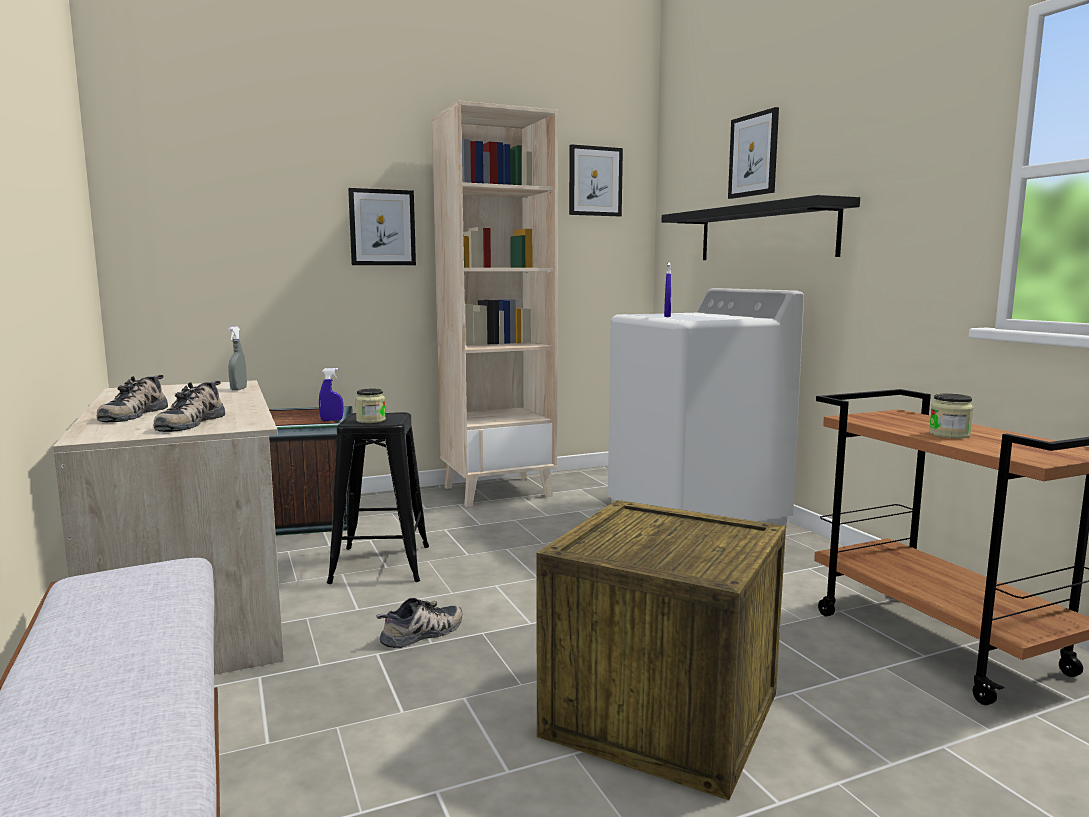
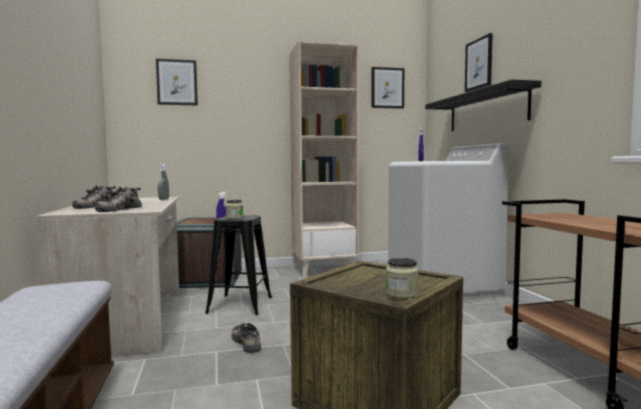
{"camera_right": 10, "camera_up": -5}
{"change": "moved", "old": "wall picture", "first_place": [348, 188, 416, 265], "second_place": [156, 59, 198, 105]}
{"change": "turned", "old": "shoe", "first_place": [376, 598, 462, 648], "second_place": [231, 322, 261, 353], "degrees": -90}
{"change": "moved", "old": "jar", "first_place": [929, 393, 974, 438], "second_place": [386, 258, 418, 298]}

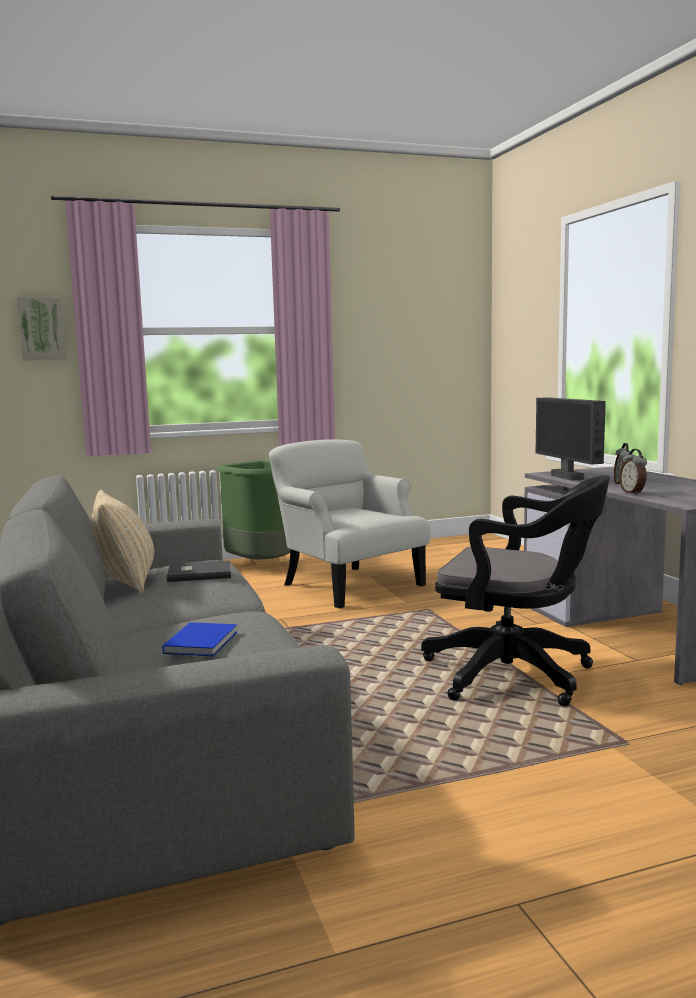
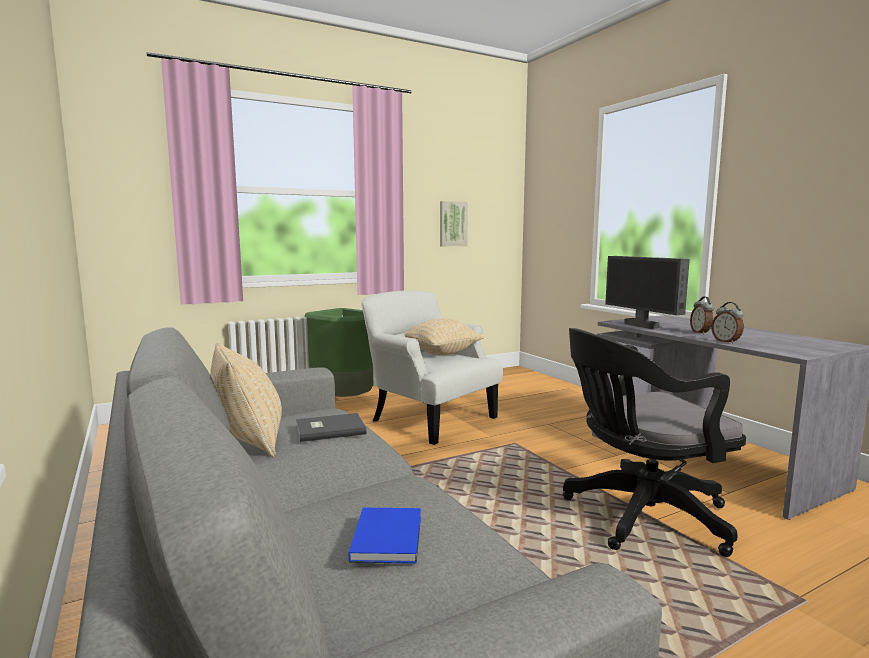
{"camera_right": -10, "camera_up": 0}
{"change": "moved", "old": "wall picture", "first_place": [16, 297, 66, 360], "second_place": [440, 201, 468, 246]}
{"change": "turned", "old": "blackish desk chair", "first_place": [421, 475, 610, 706], "second_place": [563, 328, 746, 557], "degrees": 150}
{"change": "added", "new": "beige pillow", "second_place": [404, 318, 484, 355]}

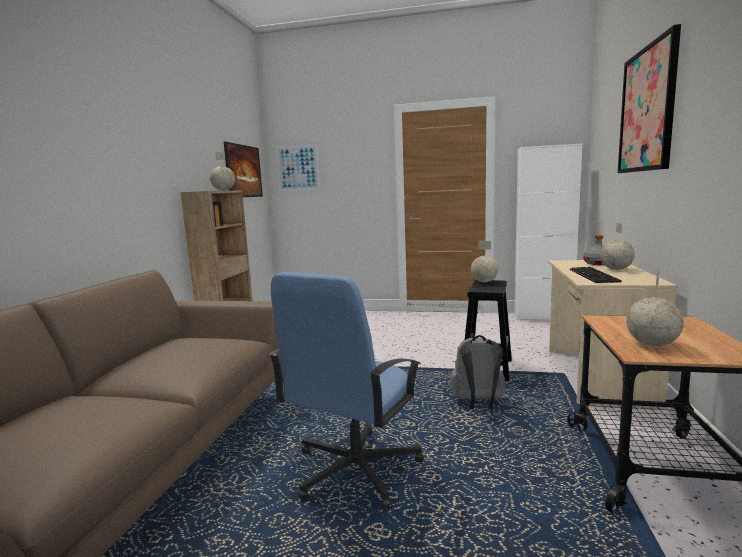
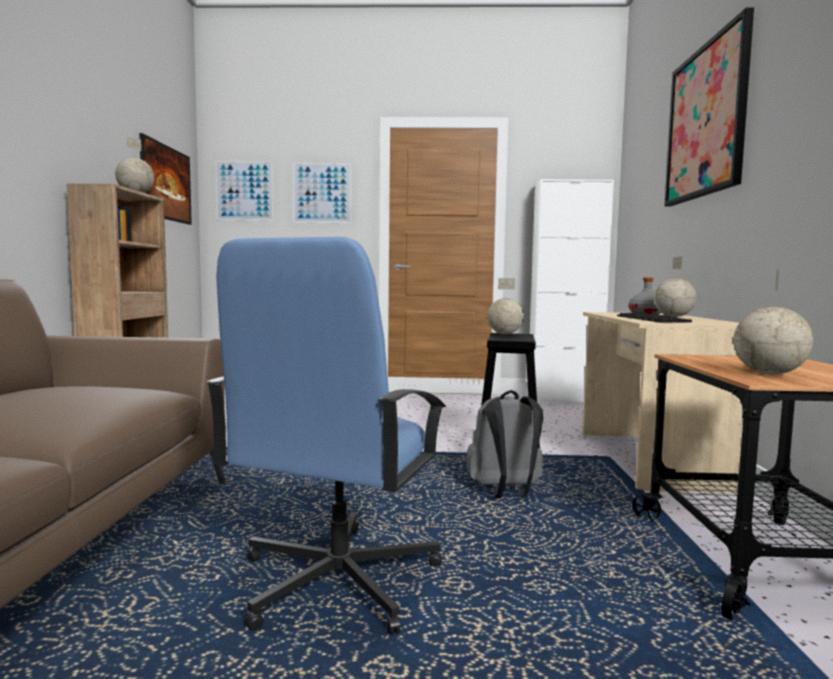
{"camera_right": -10, "camera_up": -5}
{"change": "added", "new": "wall picture", "second_place": [293, 163, 352, 223]}

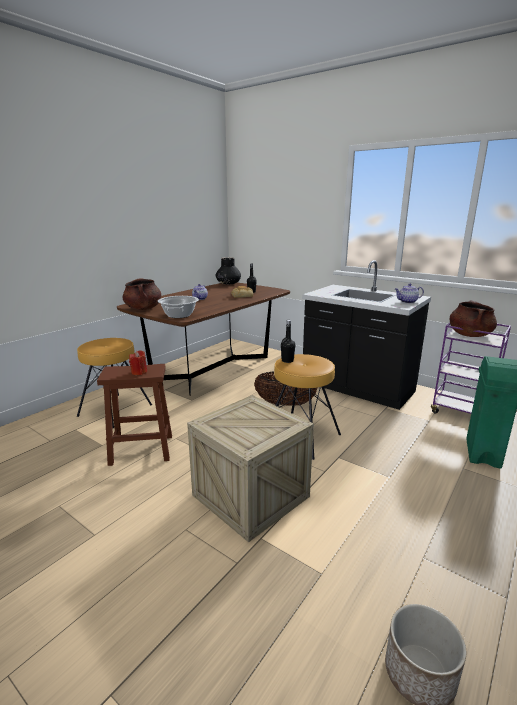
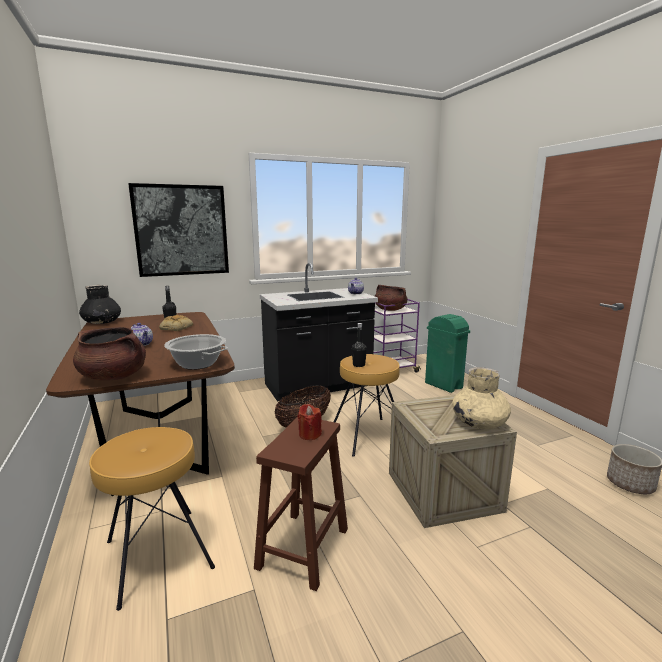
{"camera_right": -60, "camera_up": -5}
{"change": "added", "new": "wall picture", "second_place": [128, 183, 229, 277]}
{"change": "added", "new": "beige decorative vase", "second_place": [452, 367, 511, 429]}

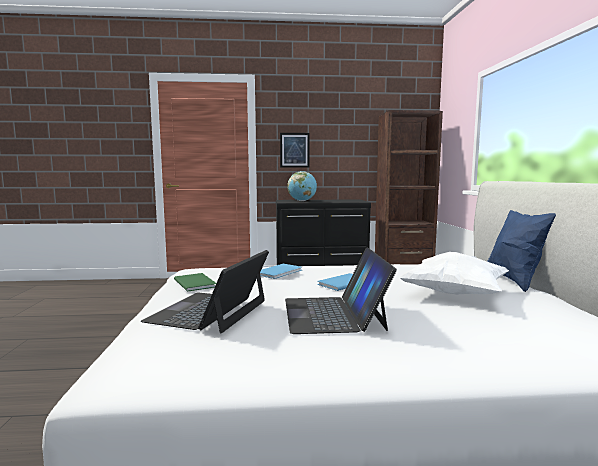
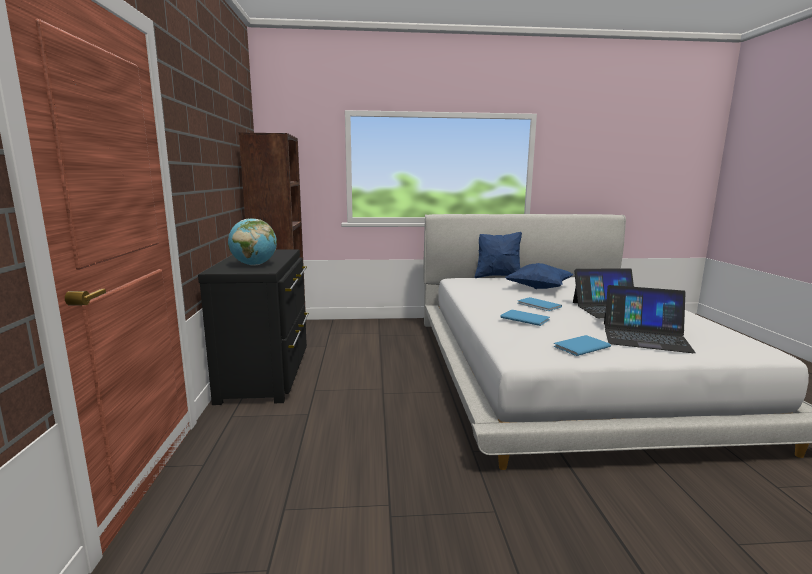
{"camera_right": -90, "camera_up": 5}
{"change": "recoloured", "old": "green-coloured book", "new": "bluish book", "first_place": [174, 273, 216, 292], "second_place": [553, 335, 611, 356]}
{"change": "removed", "old": "wall picture", "first_place": [280, 133, 310, 168]}
{"change": "recoloured", "old": "white-coloured pillow", "new": "bluish pillow", "first_place": [399, 252, 509, 295], "second_place": [505, 263, 574, 289]}

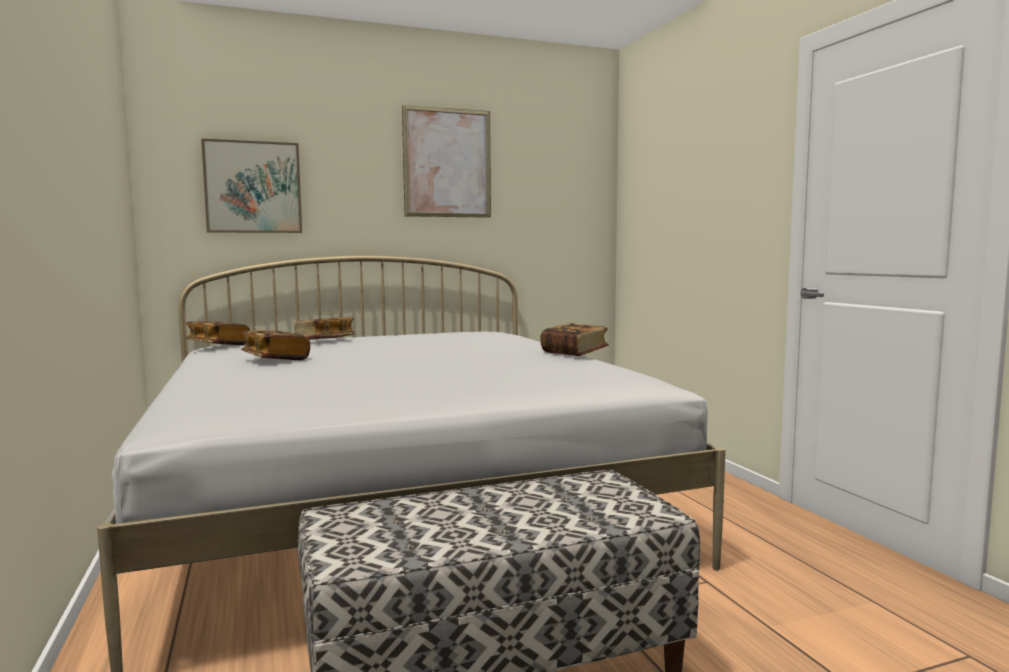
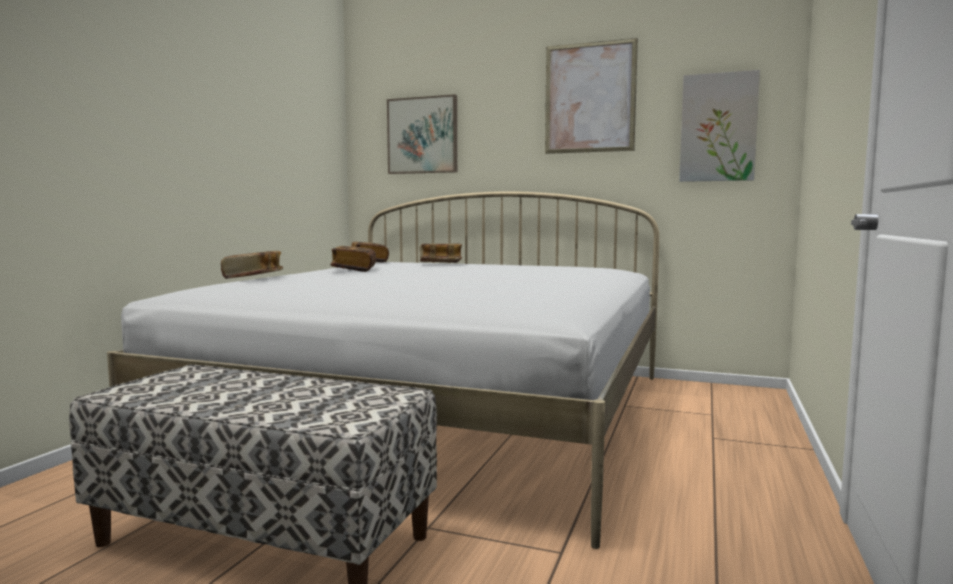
{"camera_right": 40, "camera_up": 0}
{"change": "moved", "old": "book", "first_place": [540, 323, 609, 356], "second_place": [221, 251, 283, 279]}
{"change": "added", "new": "wall picture", "second_place": [679, 70, 760, 182]}

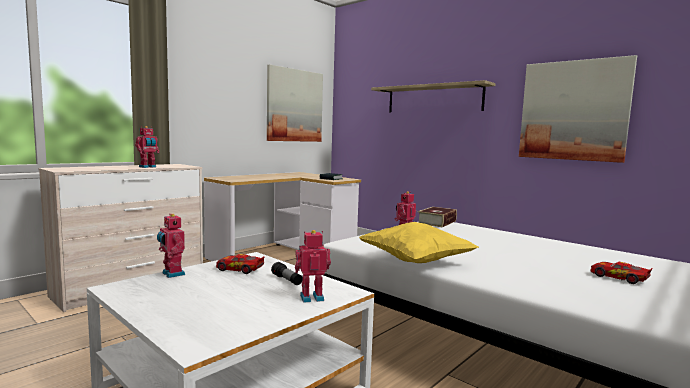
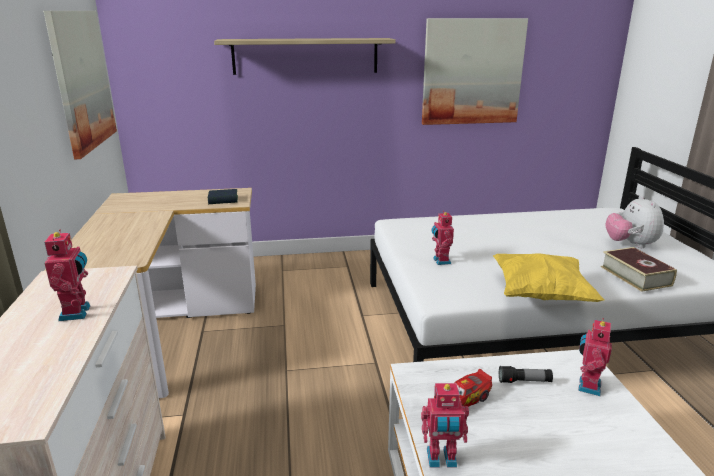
{"camera_right": -50, "camera_up": 15}
{"change": "moved", "old": "book", "first_place": [418, 207, 457, 227], "second_place": [601, 247, 677, 292]}
{"change": "replaced", "old": "model car", "new": "soft toy", "first_place": [591, 262, 652, 284], "second_place": [605, 195, 664, 248]}

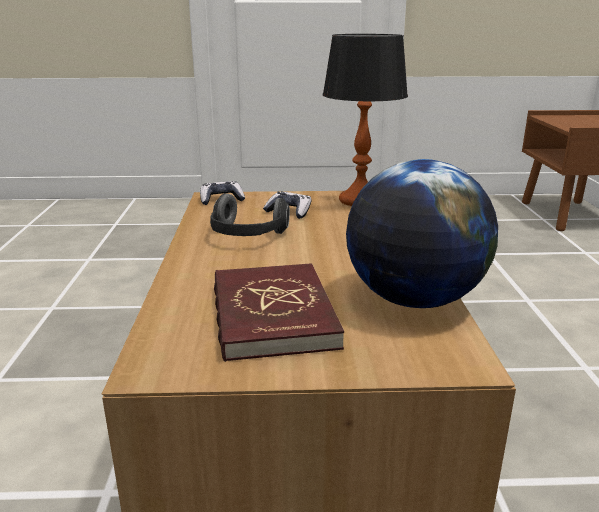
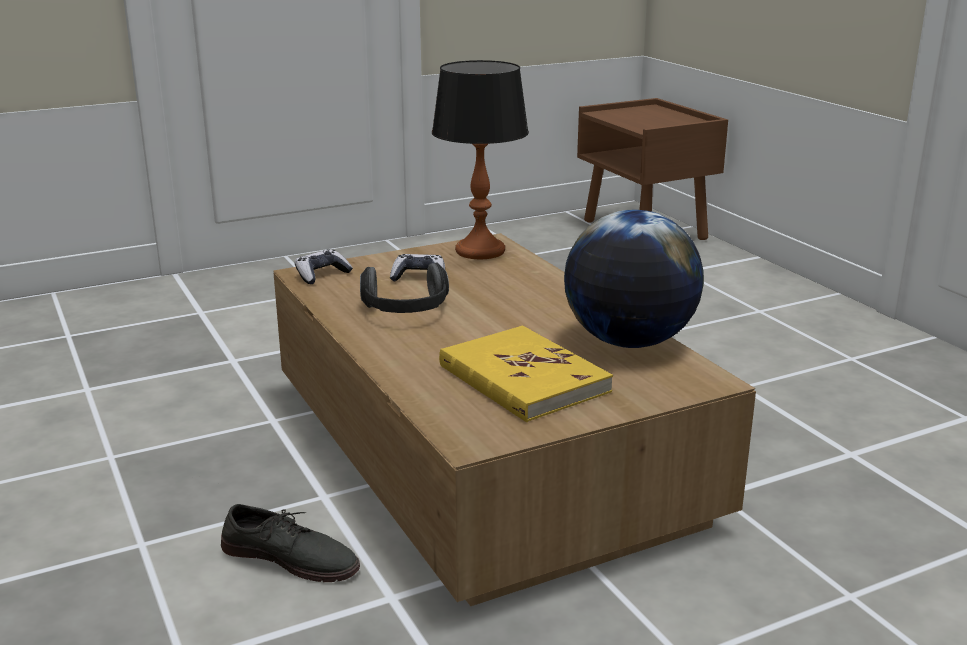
{"camera_right": -25, "camera_up": 0}
{"change": "recoloured", "old": "reddish book", "new": "yellow book", "first_place": [214, 263, 344, 362], "second_place": [439, 326, 613, 422]}
{"change": "added", "new": "grey shoe", "second_place": [221, 504, 360, 582]}

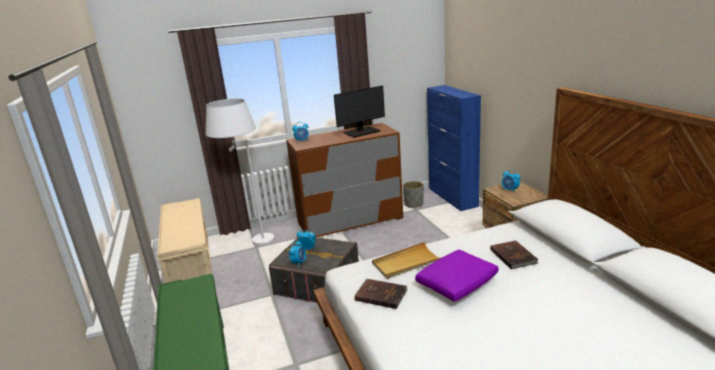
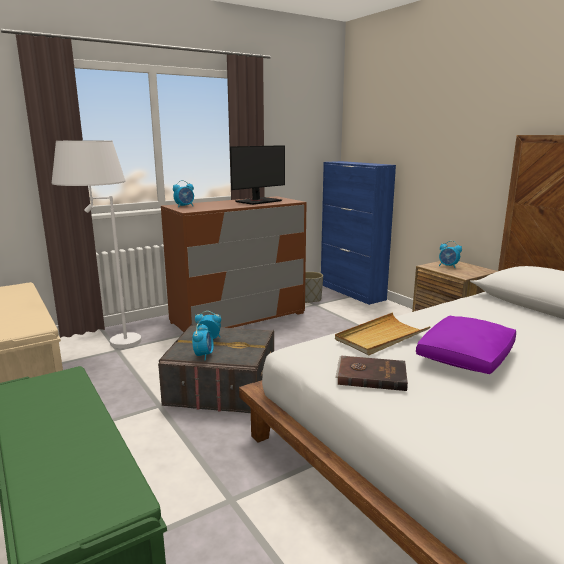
{"camera_right": -15, "camera_up": -5}
{"change": "removed", "old": "brown book", "first_place": [490, 240, 538, 269]}

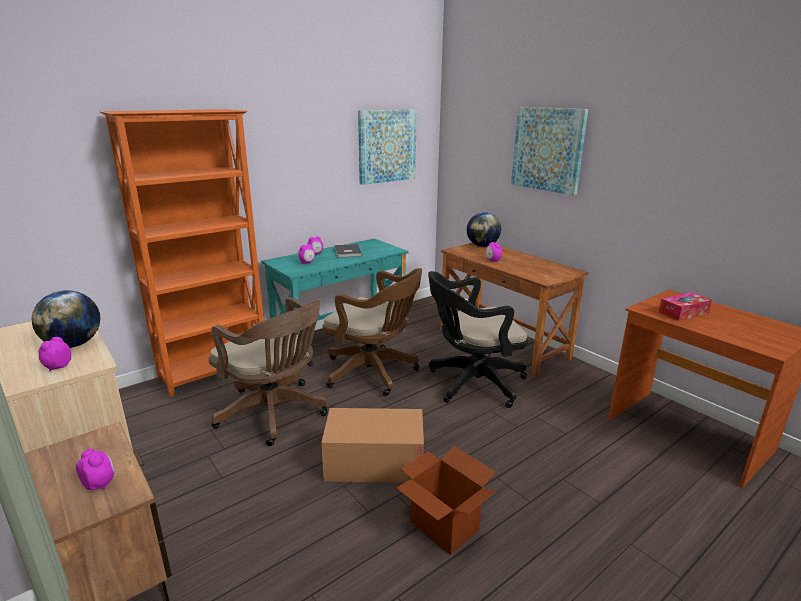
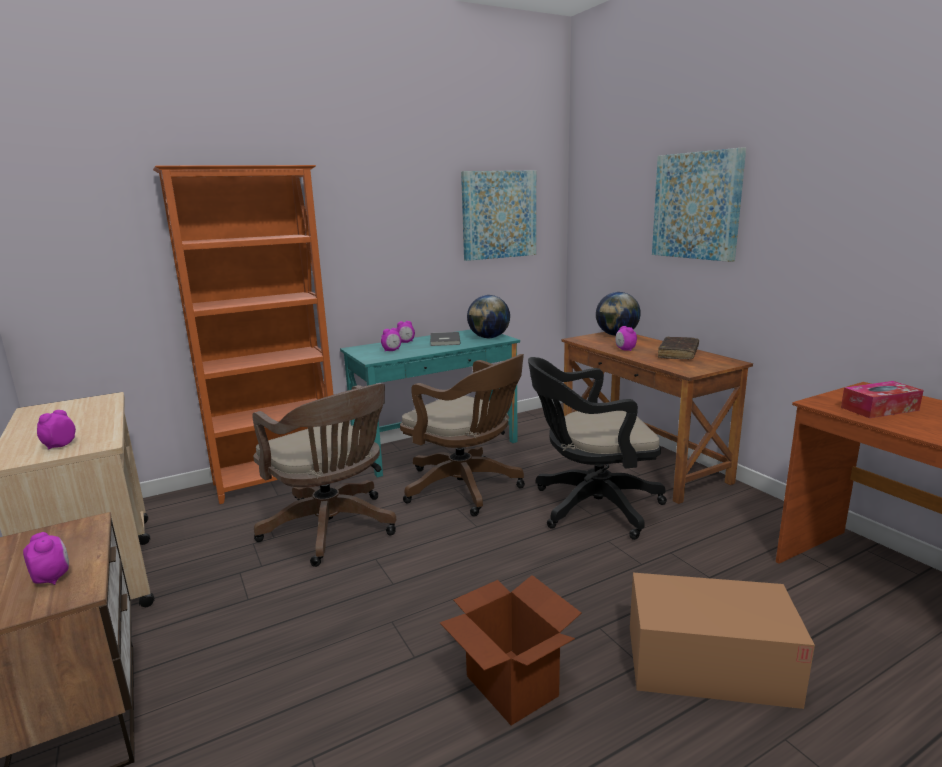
{"camera_right": 10, "camera_up": -5}
{"change": "moved", "old": "world globe", "first_place": [32, 290, 100, 348], "second_place": [467, 295, 510, 338]}
{"change": "moved", "old": "carton", "first_place": [321, 408, 424, 483], "second_place": [630, 573, 815, 709]}
{"change": "added", "new": "brown book", "second_place": [658, 337, 699, 360]}

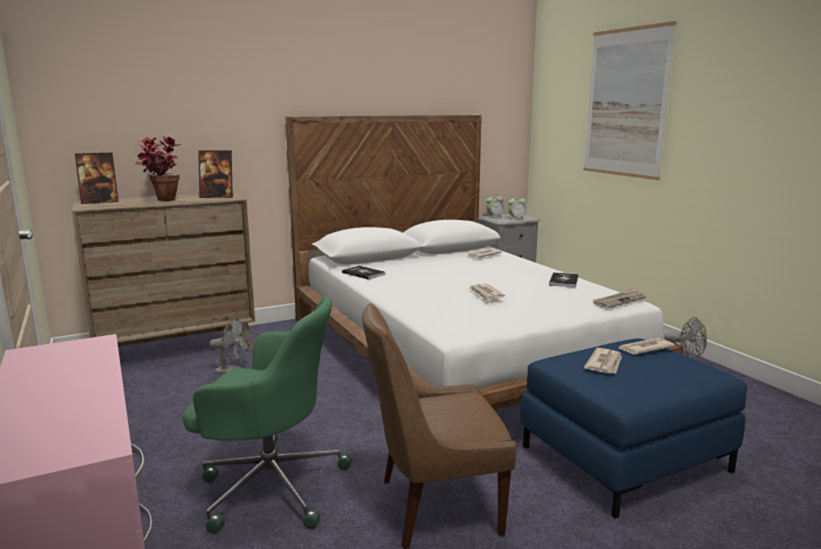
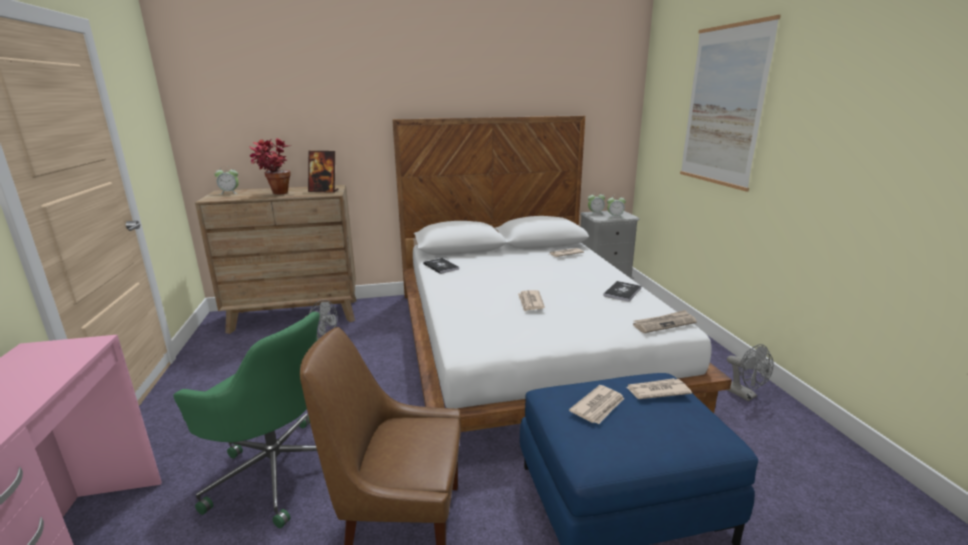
{"camera_right": 15, "camera_up": 5}
{"change": "replaced", "old": "standing frame", "new": "alarm clock", "first_place": [75, 153, 119, 204], "second_place": [215, 167, 239, 194]}

